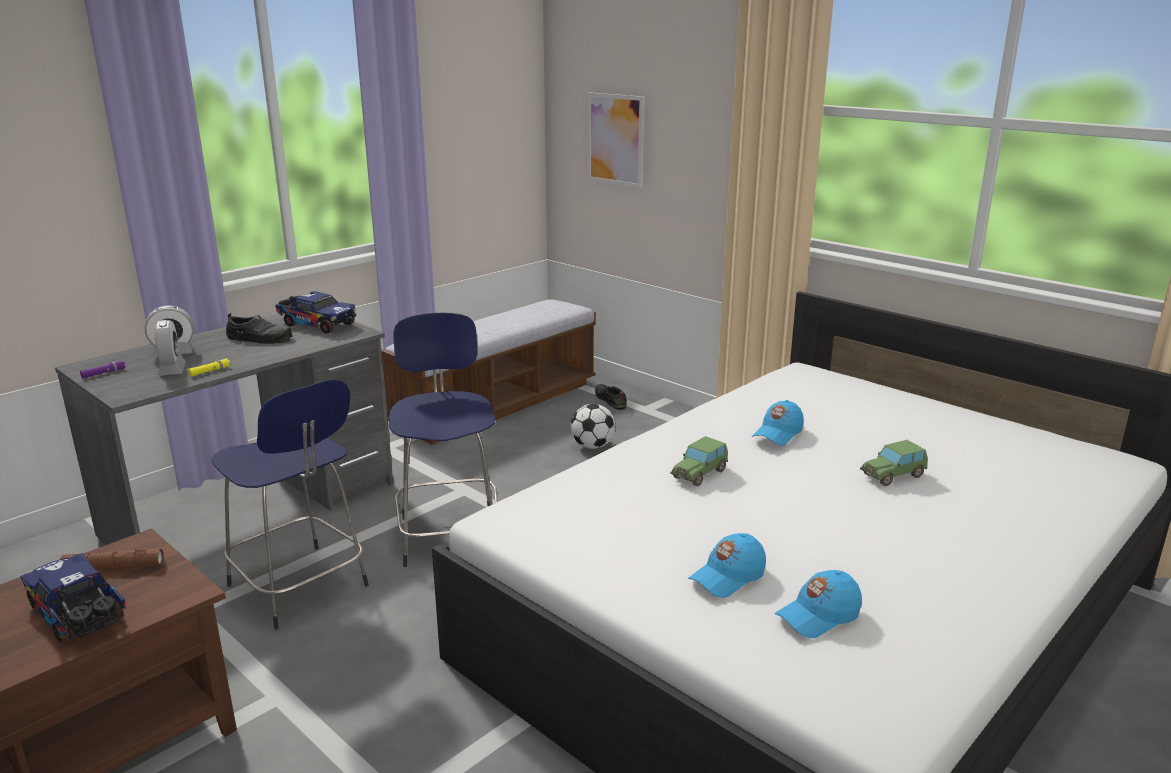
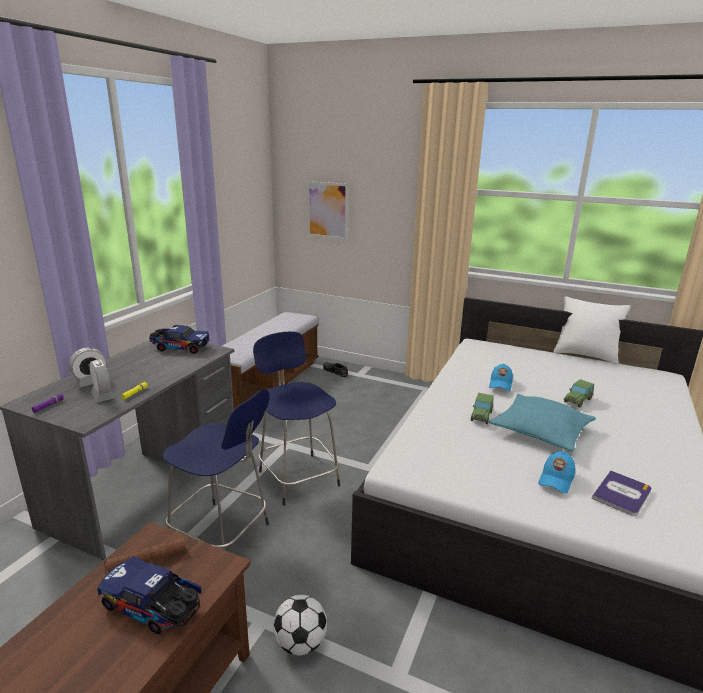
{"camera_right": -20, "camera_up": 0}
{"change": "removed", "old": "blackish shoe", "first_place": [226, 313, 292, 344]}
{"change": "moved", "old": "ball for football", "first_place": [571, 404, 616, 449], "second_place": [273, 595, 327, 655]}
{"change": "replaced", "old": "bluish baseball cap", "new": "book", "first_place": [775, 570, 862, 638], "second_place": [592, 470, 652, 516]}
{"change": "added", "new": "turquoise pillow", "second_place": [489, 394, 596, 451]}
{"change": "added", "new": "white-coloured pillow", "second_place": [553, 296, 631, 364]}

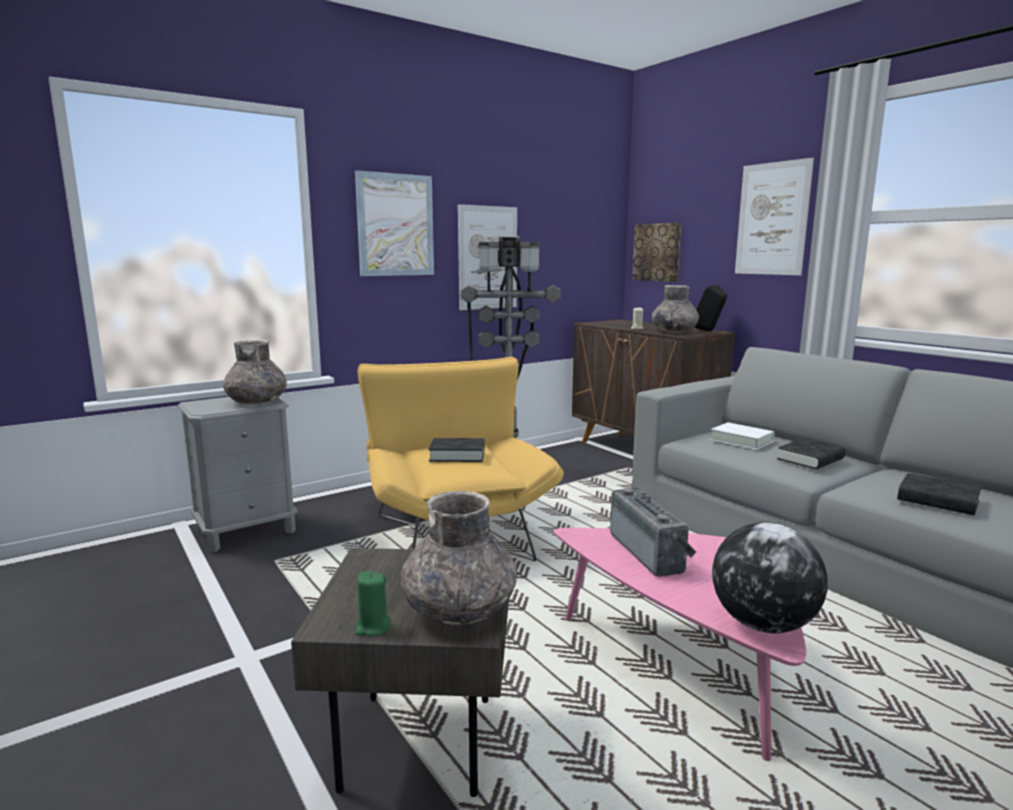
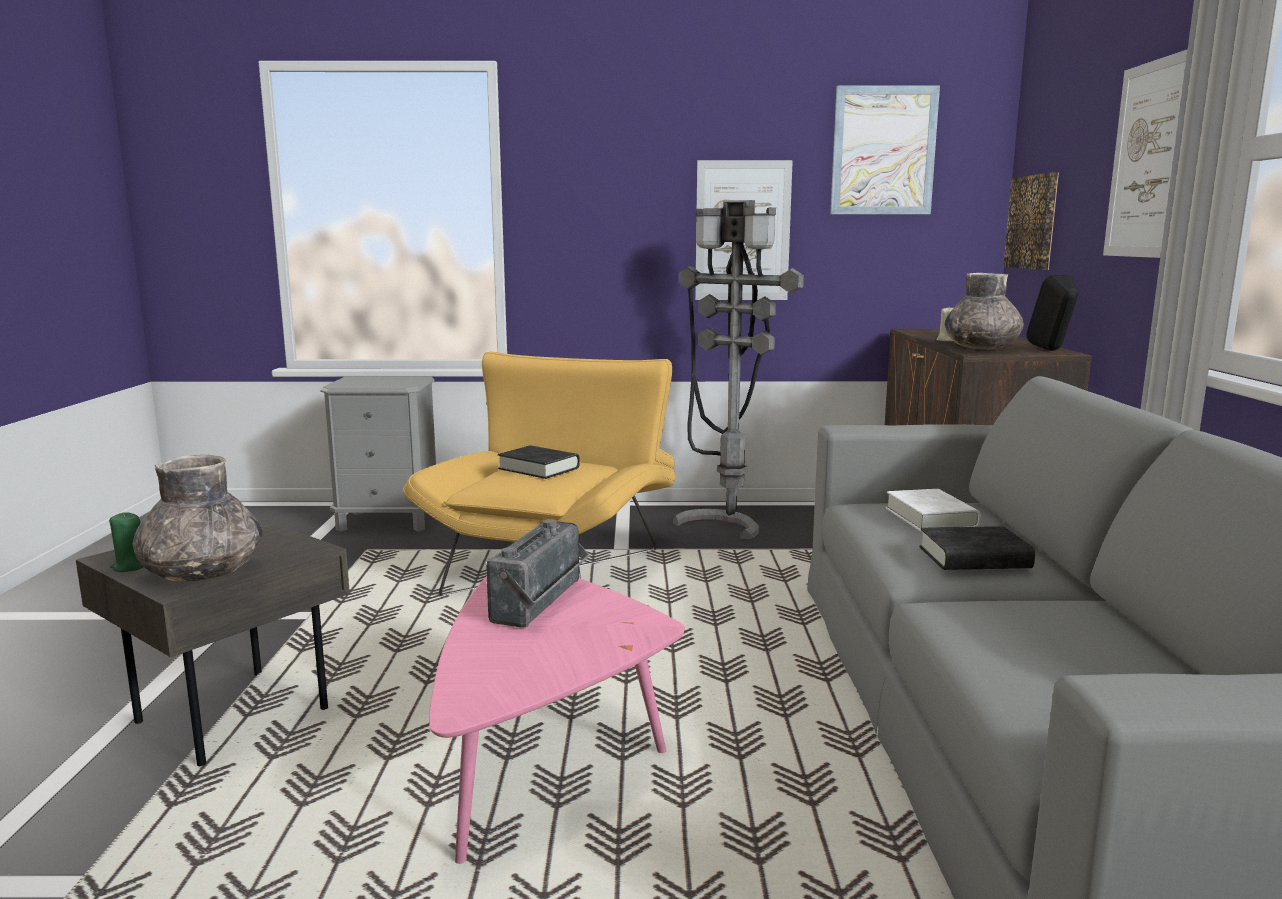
{"camera_right": 35, "camera_up": 0}
{"change": "removed", "old": "grey decorative vase", "first_place": [223, 340, 287, 404]}
{"change": "moved", "old": "wall picture", "first_place": [355, 170, 434, 276], "second_place": [830, 86, 940, 214]}
{"change": "removed", "old": "world globe", "first_place": [712, 522, 828, 633]}
{"change": "removed", "old": "blackish book", "first_place": [897, 473, 982, 515]}

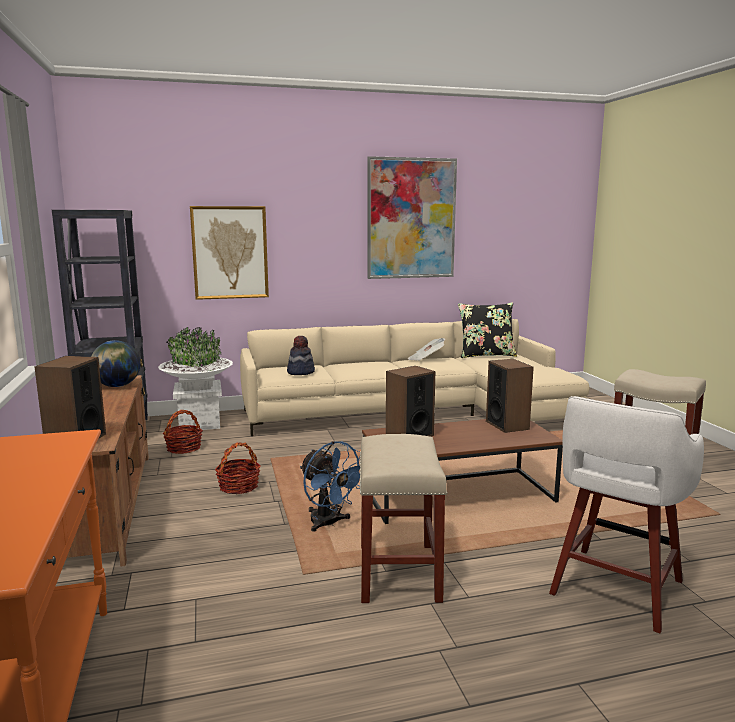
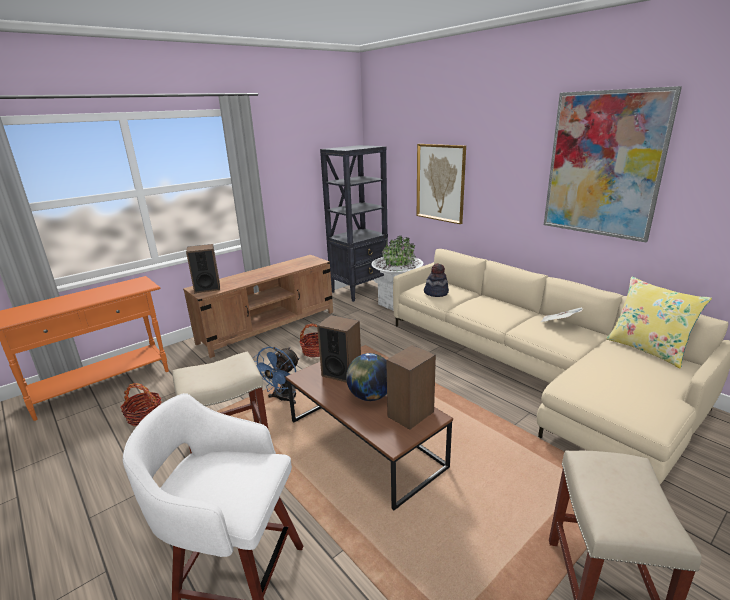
{"camera_right": 65, "camera_up": 10}
{"change": "moved", "old": "world globe", "first_place": [91, 340, 140, 387], "second_place": [346, 353, 387, 401]}
{"change": "moved", "old": "storage basket", "first_place": [163, 410, 203, 454], "second_place": [120, 383, 161, 426]}
{"change": "recoloured", "old": "blackish pillow", "new": "yellow pillow", "first_place": [458, 302, 517, 358], "second_place": [606, 276, 712, 368]}

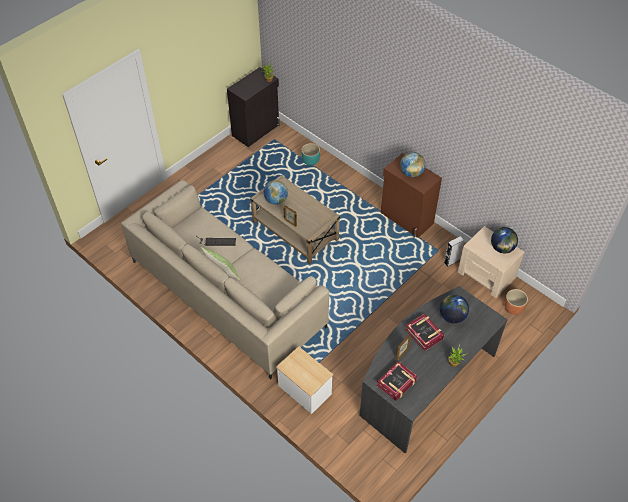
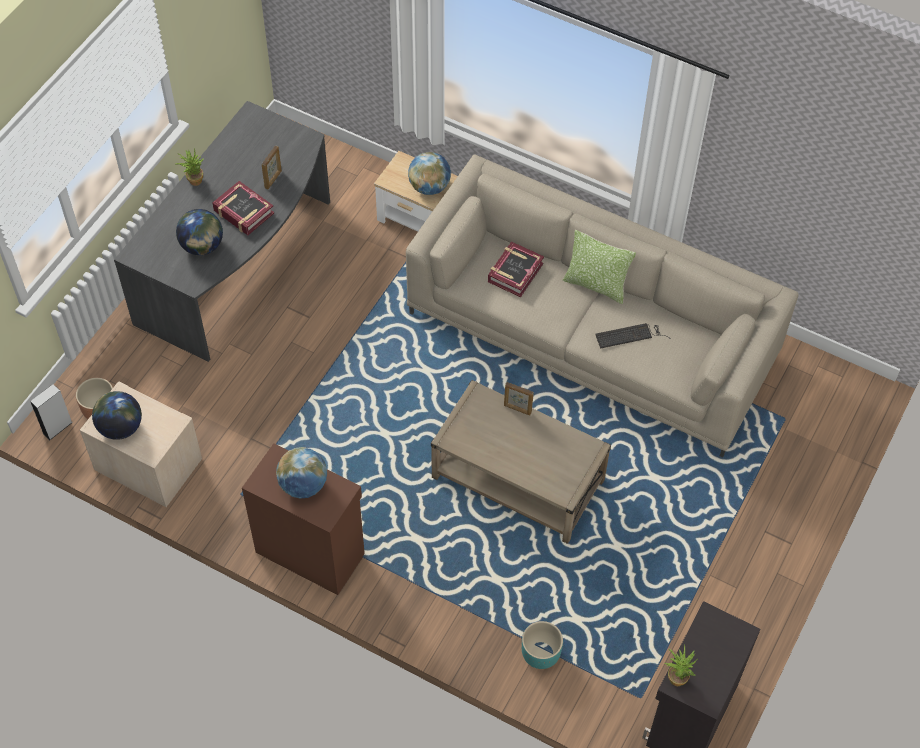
{"camera_right": 165, "camera_up": 5}
{"change": "moved", "old": "world globe", "first_place": [264, 180, 288, 205], "second_place": [408, 152, 451, 195]}
{"change": "moved", "old": "book", "first_place": [377, 361, 418, 401], "second_place": [488, 242, 544, 297]}
{"change": "moved", "old": "grey loudspeaker", "first_place": [444, 236, 464, 267], "second_place": [30, 384, 73, 440]}

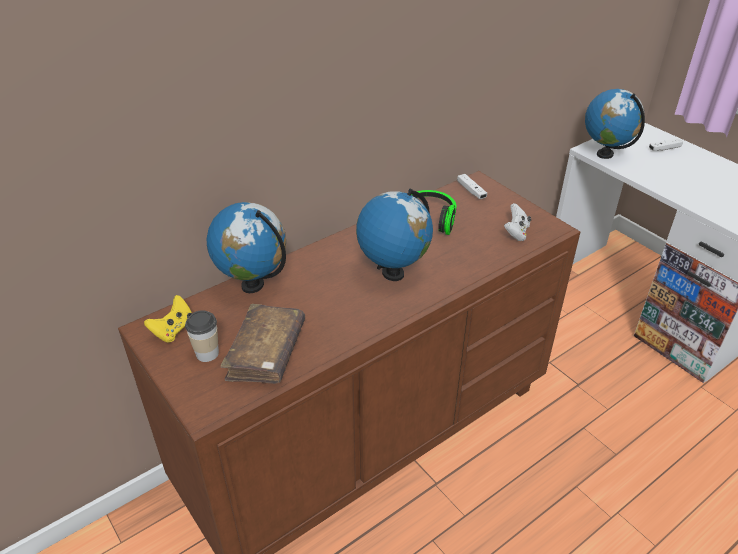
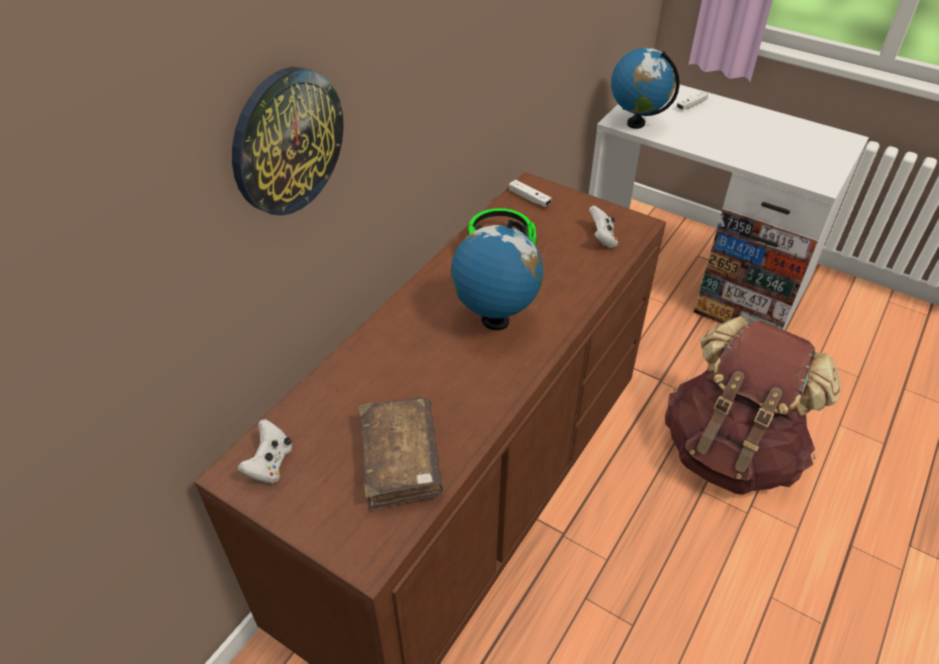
{"camera_right": -20, "camera_up": 5}
{"change": "recoloured", "old": "yellow joypad", "new": "white-coloured joypad", "first_place": [144, 295, 192, 343], "second_place": [237, 419, 292, 483]}
{"change": "removed", "old": "small cup", "first_place": [185, 310, 219, 362]}
{"change": "removed", "old": "world globe", "first_place": [207, 202, 286, 293]}
{"change": "added", "new": "hanging clock", "second_place": [232, 67, 344, 216]}
{"change": "added", "new": "brown rucksack", "second_place": [665, 316, 841, 495]}

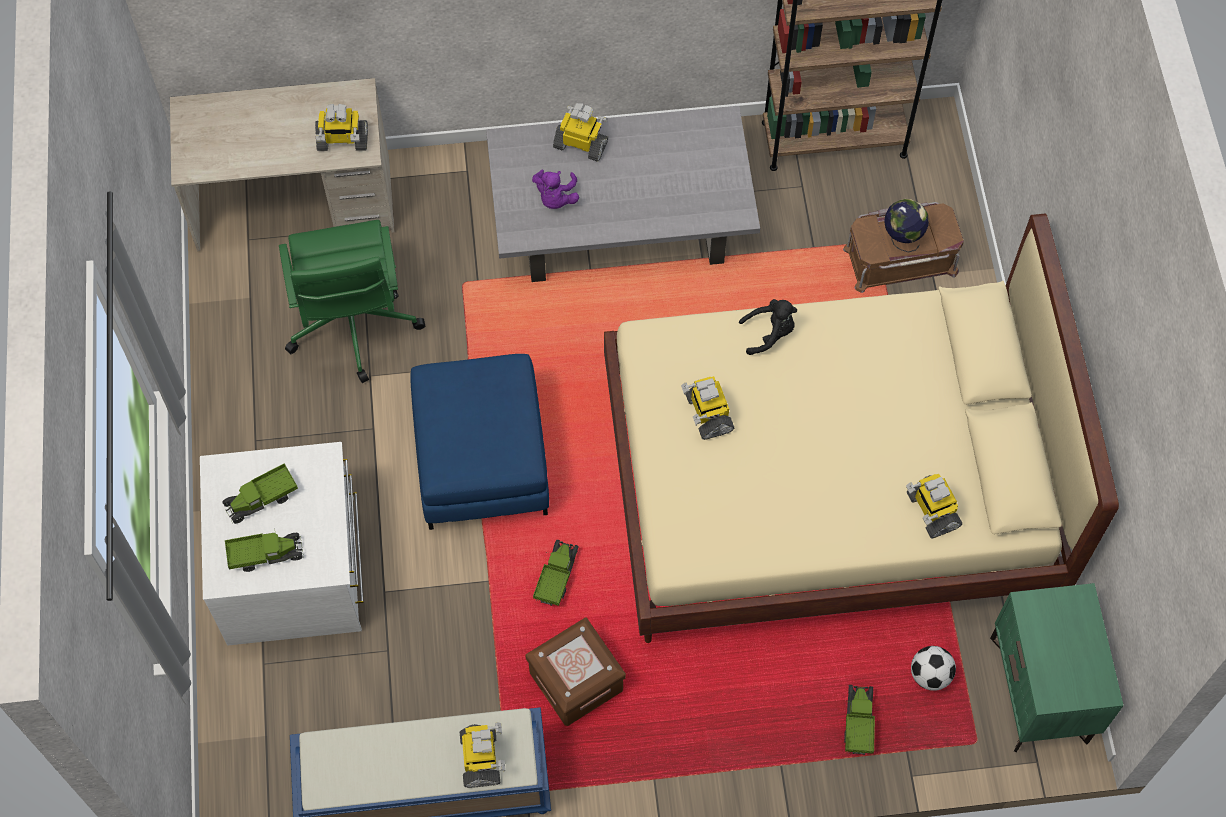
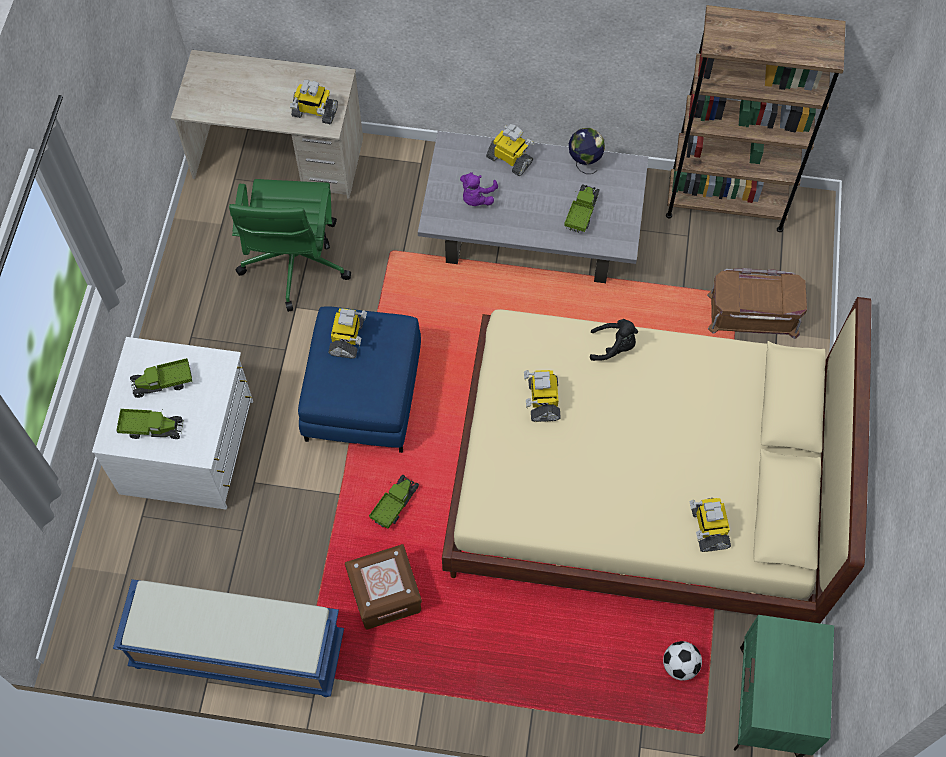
{"camera_right": 15, "camera_up": 0}
{"change": "moved", "old": "toy robot", "first_place": [460, 722, 506, 788], "second_place": [328, 308, 367, 359]}
{"change": "moved", "old": "toy truck", "first_place": [844, 685, 875, 755], "second_place": [564, 185, 600, 233]}
{"change": "moved", "old": "world globe", "first_place": [884, 199, 929, 252], "second_place": [569, 128, 605, 174]}

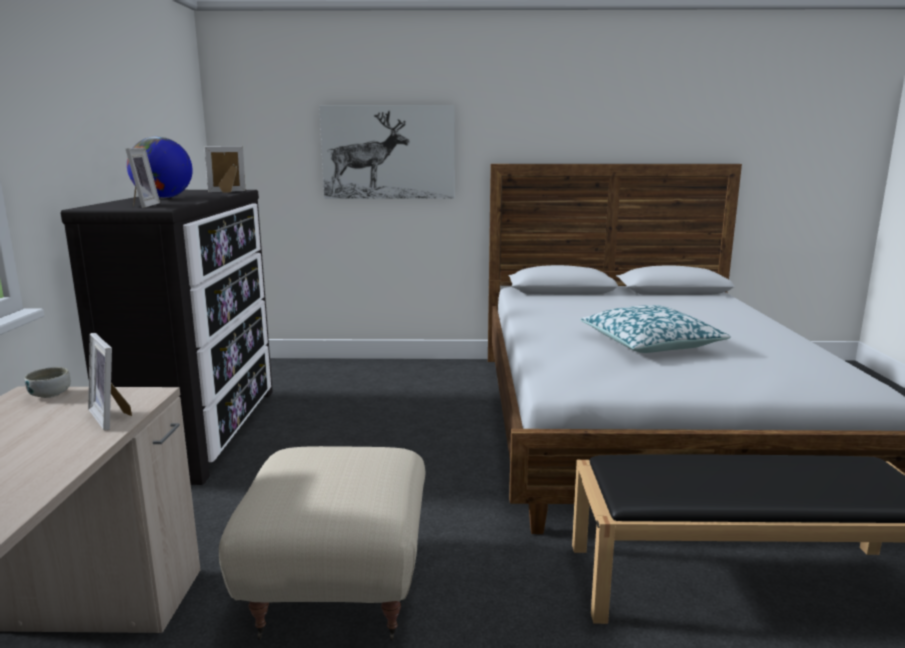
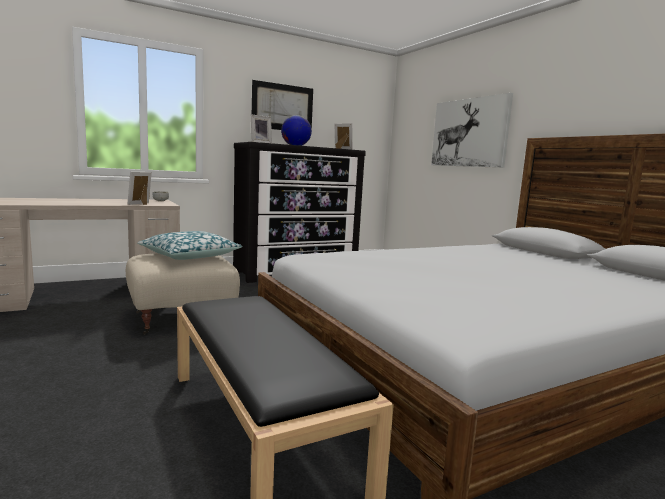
{"camera_right": 60, "camera_up": -5}
{"change": "moved", "old": "pillow", "first_place": [580, 305, 731, 353], "second_place": [137, 231, 242, 260]}
{"change": "added", "new": "wall picture", "second_place": [252, 80, 313, 130]}

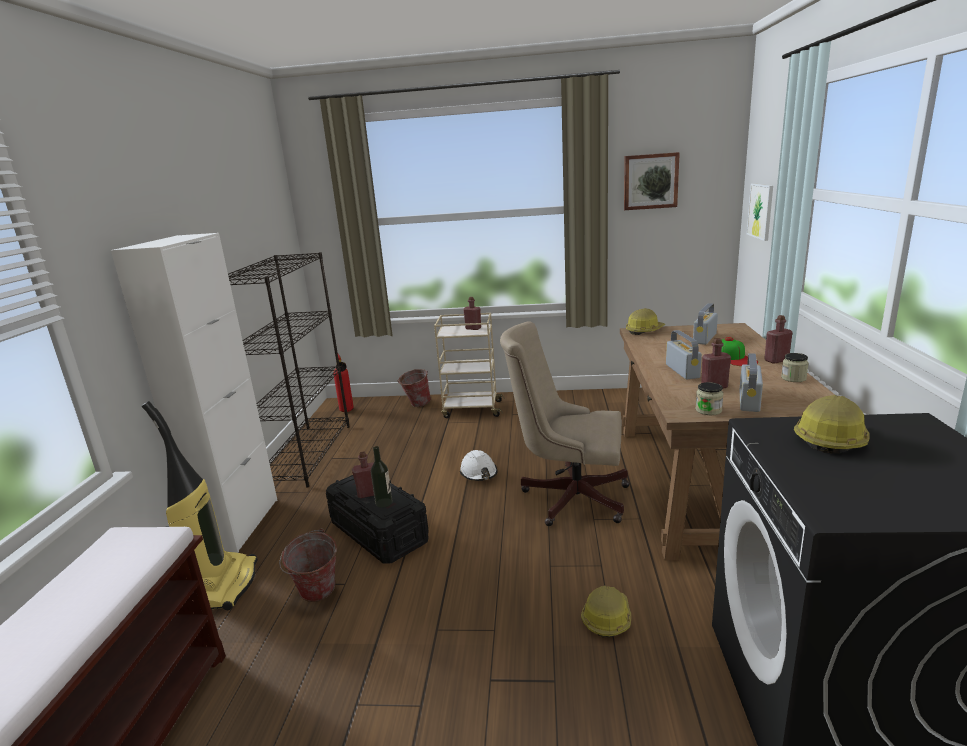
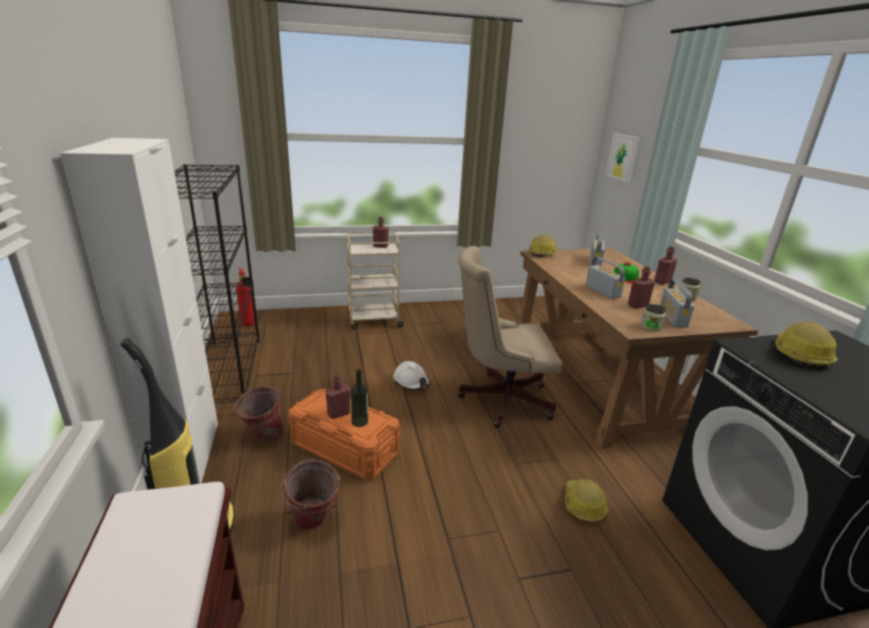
{"camera_right": -20, "camera_up": 5}
{"change": "recoloured", "old": "blackish storage bin", "new": "orange-coloured storage bin", "first_place": [326, 475, 429, 564], "second_place": [289, 389, 400, 480]}
{"change": "moved", "old": "water bucket", "first_place": [397, 369, 431, 407], "second_place": [233, 386, 284, 442]}
{"change": "removed", "old": "wall picture", "first_place": [624, 152, 680, 210]}

